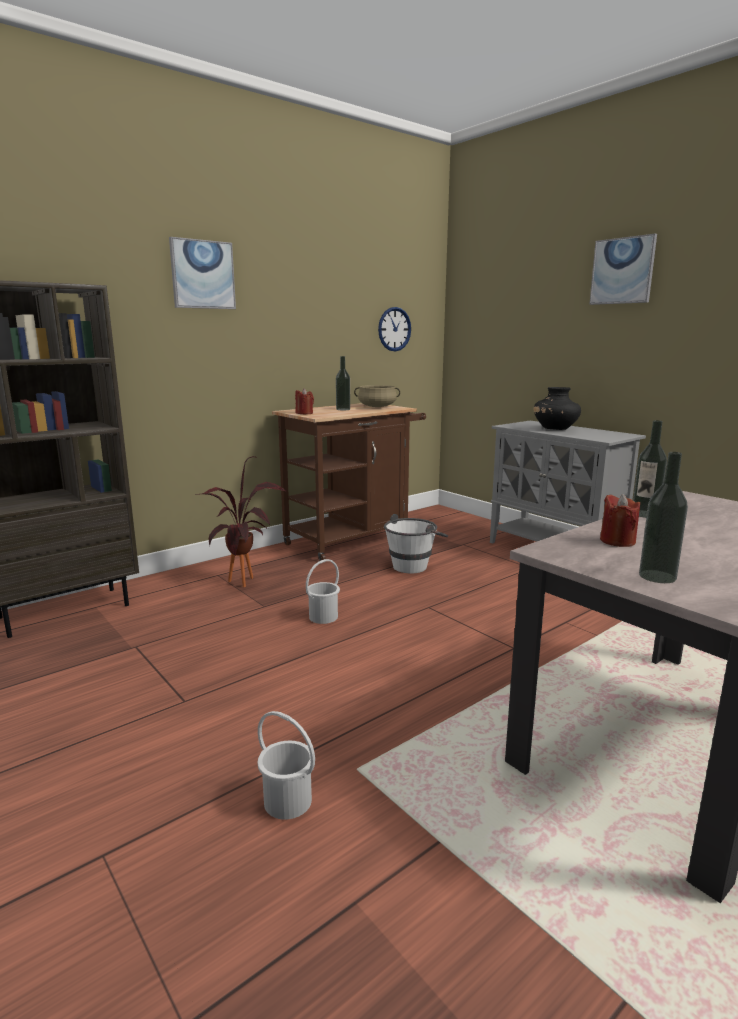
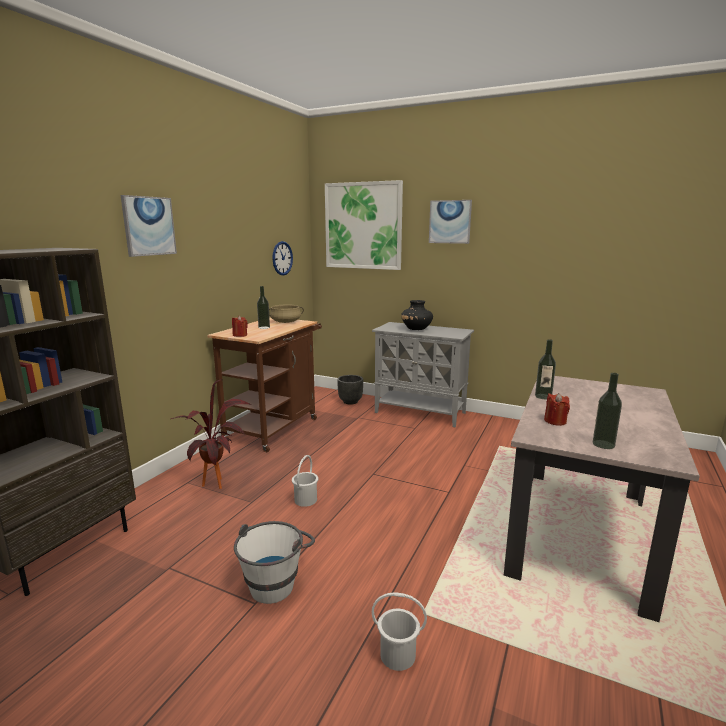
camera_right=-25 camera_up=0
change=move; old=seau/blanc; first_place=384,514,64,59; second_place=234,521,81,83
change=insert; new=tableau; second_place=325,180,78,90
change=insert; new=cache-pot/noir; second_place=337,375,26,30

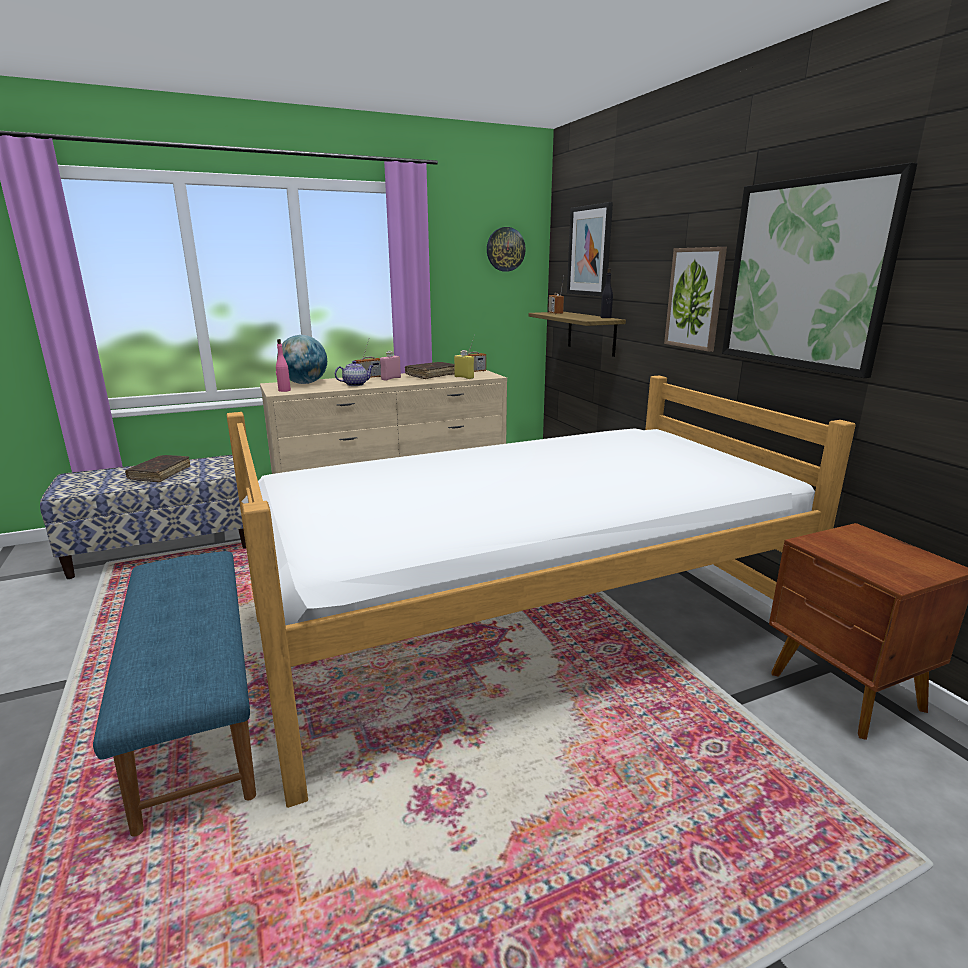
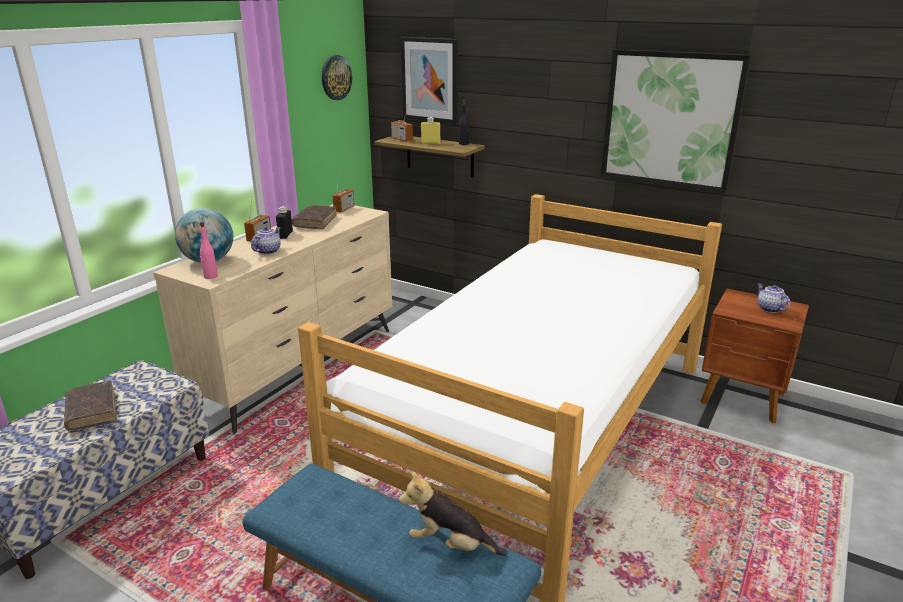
camera_right=-35 camera_up=5
change=recolor; old=bouteille/rose; new=bouteille/noir; first_place=380,351,21,30; second_place=276,206,17,33
change=insert; new=peluche; second_place=399,471,109,85
change=move; old=bouteille/jaune; first_place=454,350,20,29; second_place=421,117,20,27
change=insert; new=théière; second_place=758,283,33,30
change=delete; old=tableau; first_place=664,247,63,105

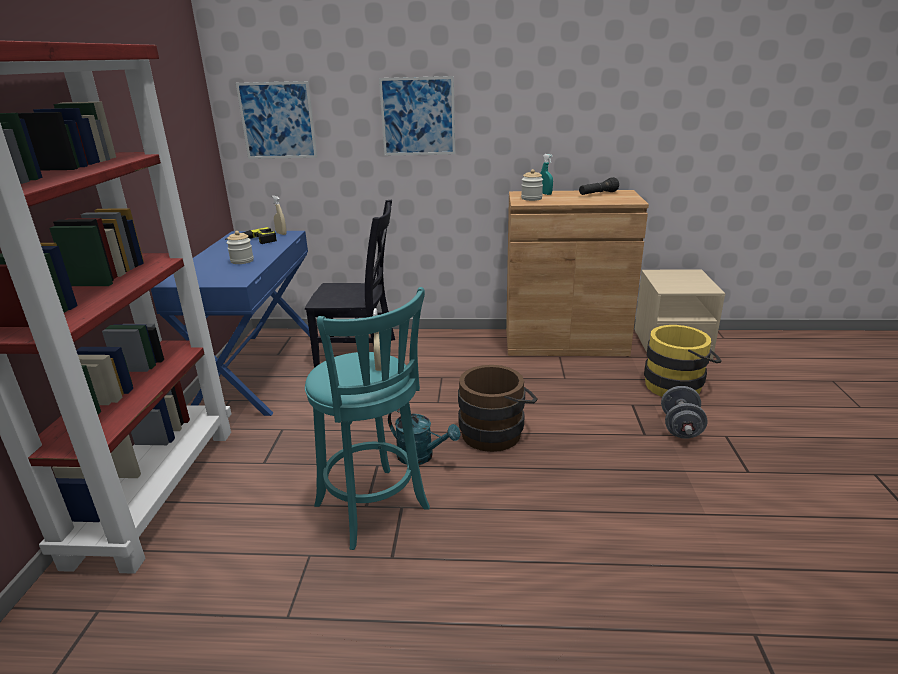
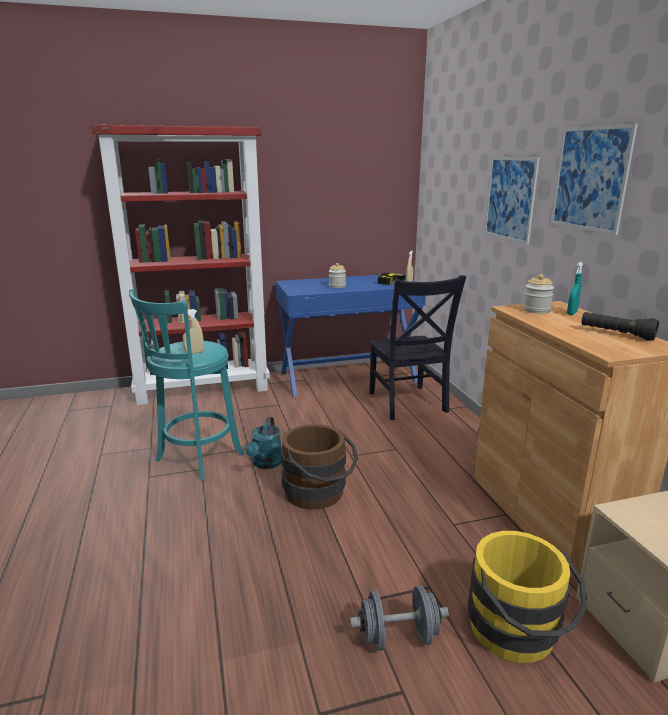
camera_right=70 camera_up=-5
change=move; old=tableau; first_place=236,81,81,78; second_place=551,124,87,111

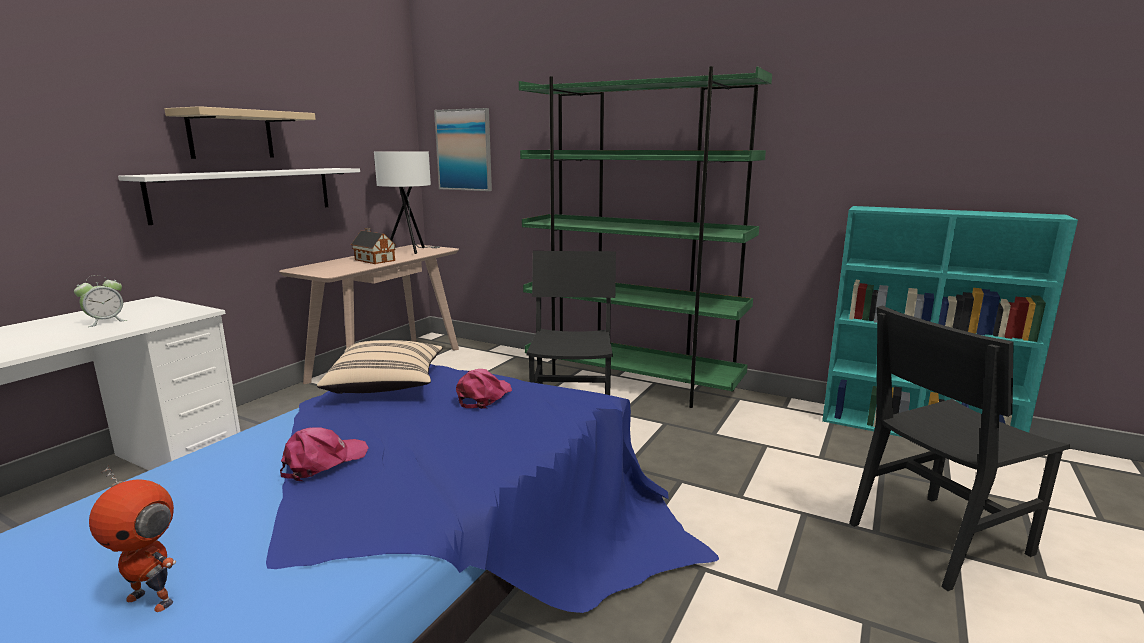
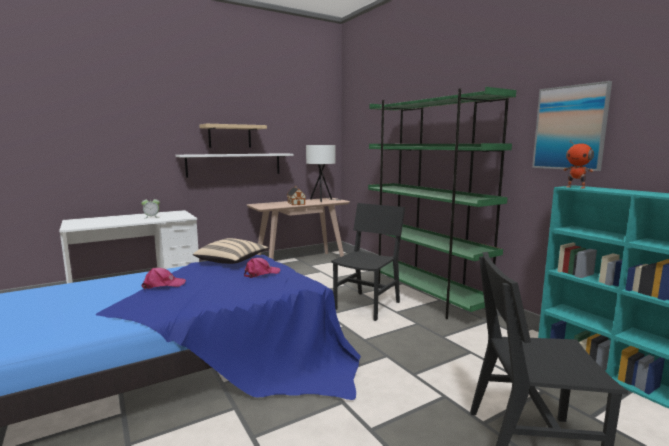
camera_right=30 camera_up=-5
change=move; old=tableau; first_place=434,108,58,83; second_place=532,81,80,90
change=move; old=robot jouet; first_place=89,465,87,147; second_place=563,141,31,48

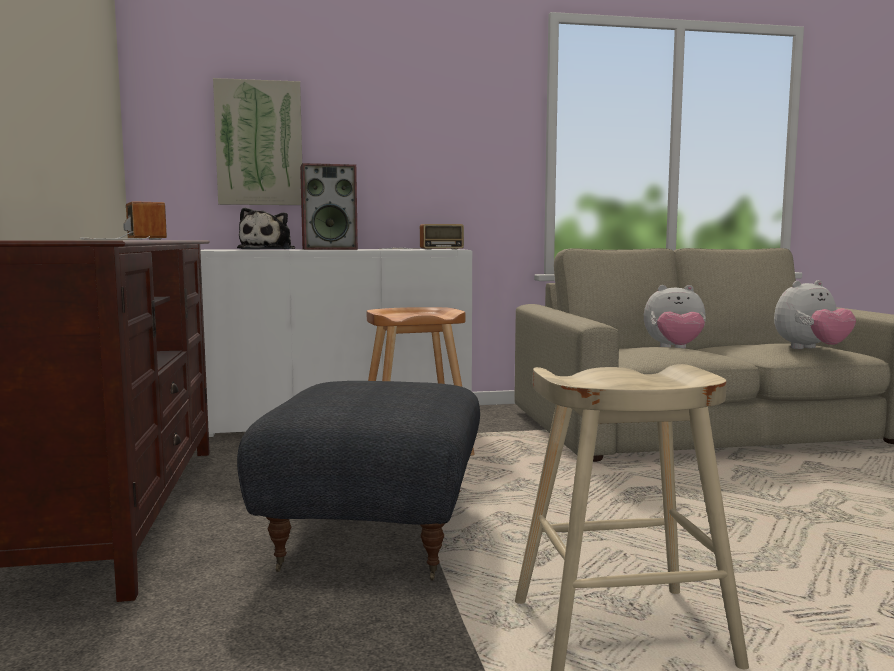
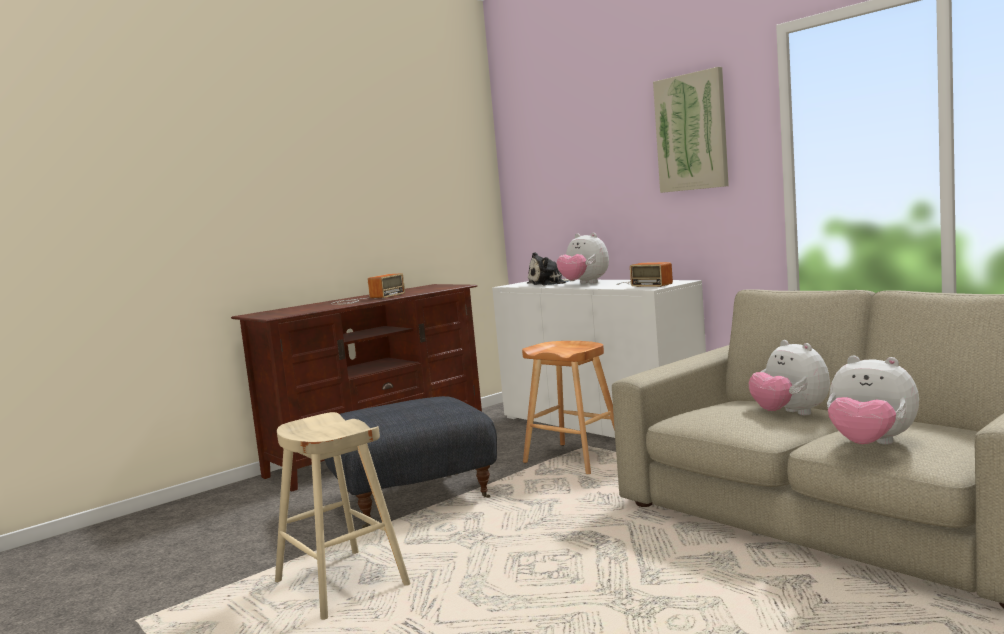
camera_right=60 camera_up=0
change=replace; old=enceinte; new=peluche; first_place=300,163,58,87; second_place=557,233,52,51
change=move; old=tableau; first_place=213,78,89,127; second_place=653,67,76,126

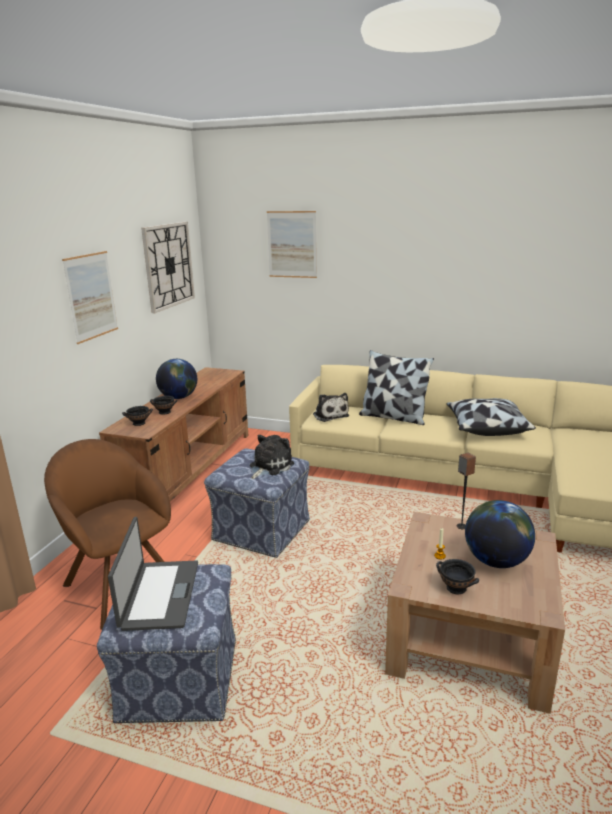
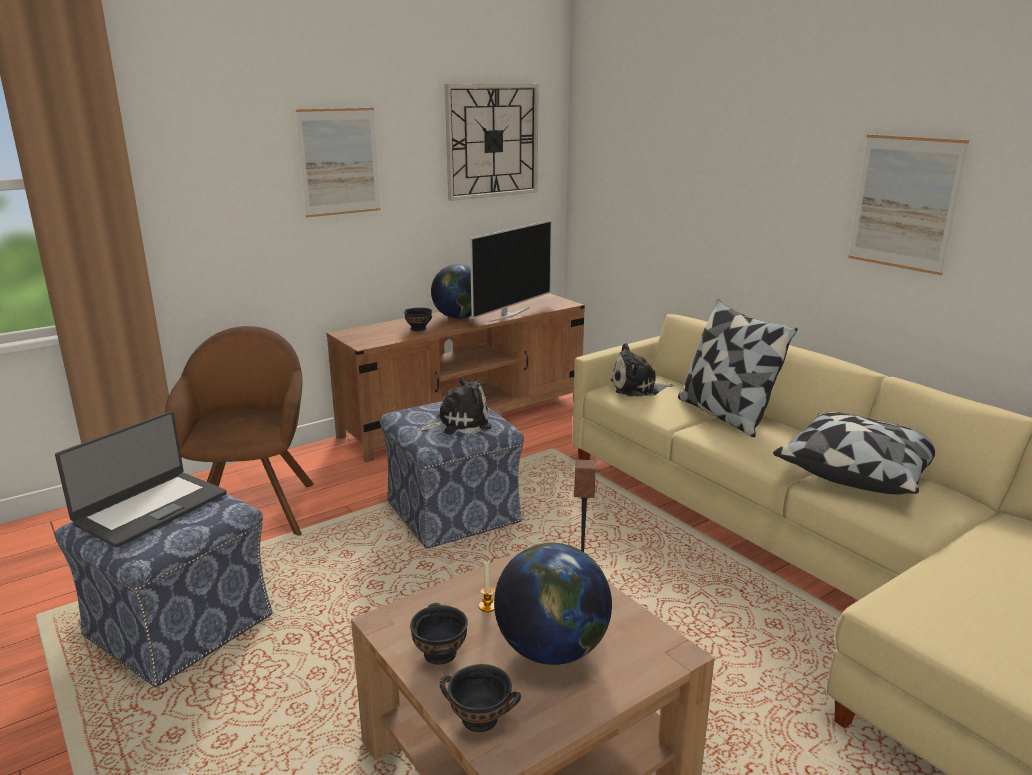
camera_right=35 camera_up=0
change=move; old=bol/noir; first_place=122,406,31,20; second_place=440,664,81,68
change=insert; new=téléviseur; second_place=470,220,82,102
change=rotate; old=peluche; first_place=313,393,36,29; second_place=610,343,63,53; degrees=75
change=move; old=tableau; first_place=267,211,50,67; second_place=848,134,121,141

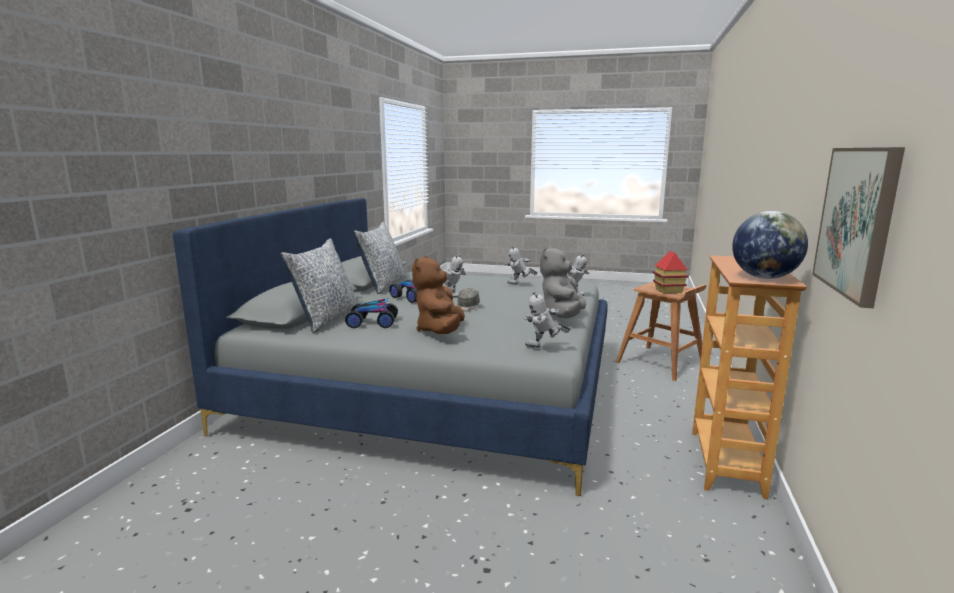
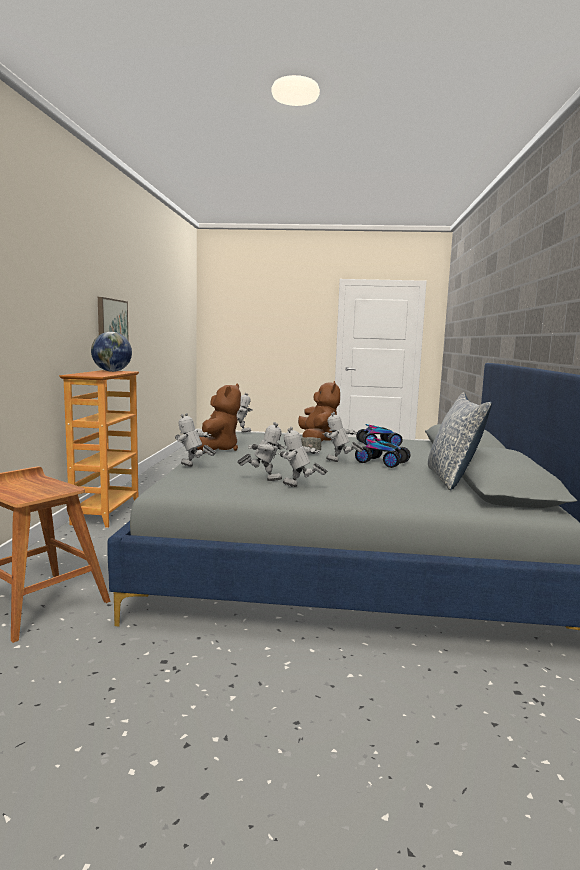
camera_right=170 camera_up=-5
change=recolor; old=peluche/gris; new=peluche/marron; first_place=540,246,46,72; second_place=197,383,44,70
change=insert; new=robot jouet; second_place=278,427,50,60
change=delete; old=coussin; first_place=281,238,77,95
change=delete; old=maison miniature; first_place=653,251,36,43

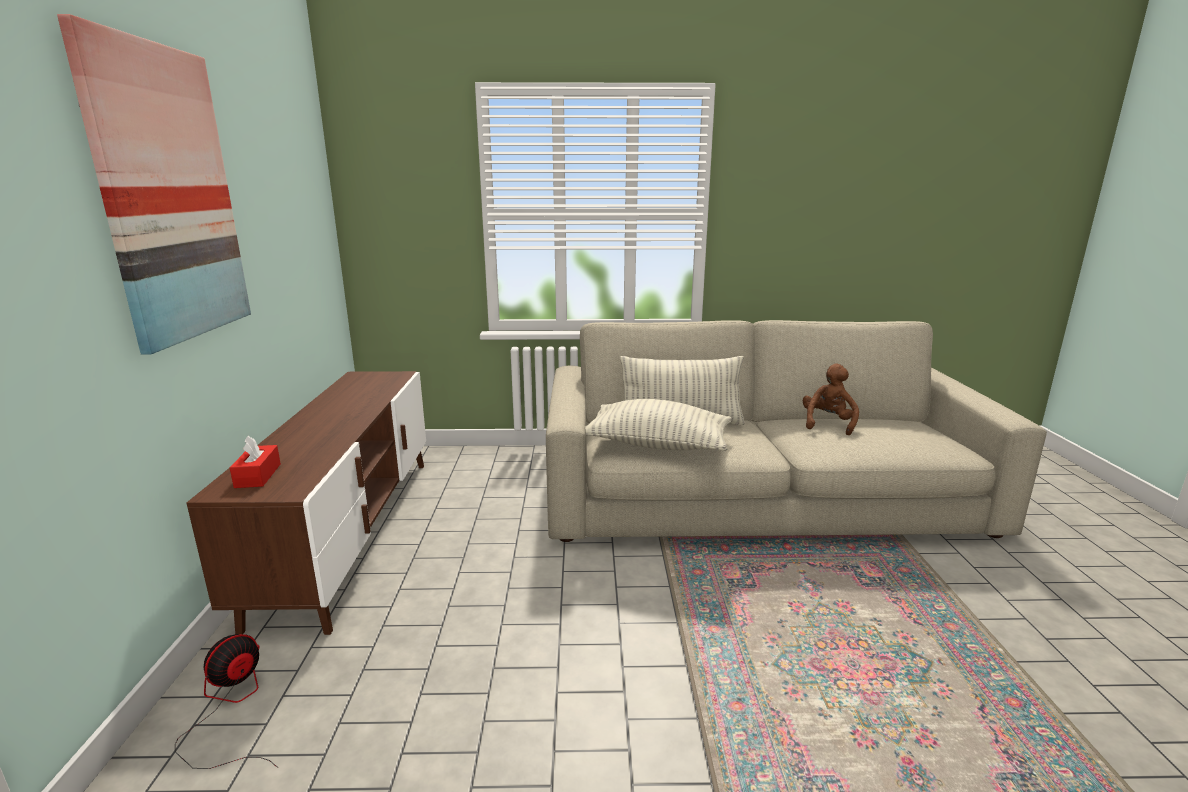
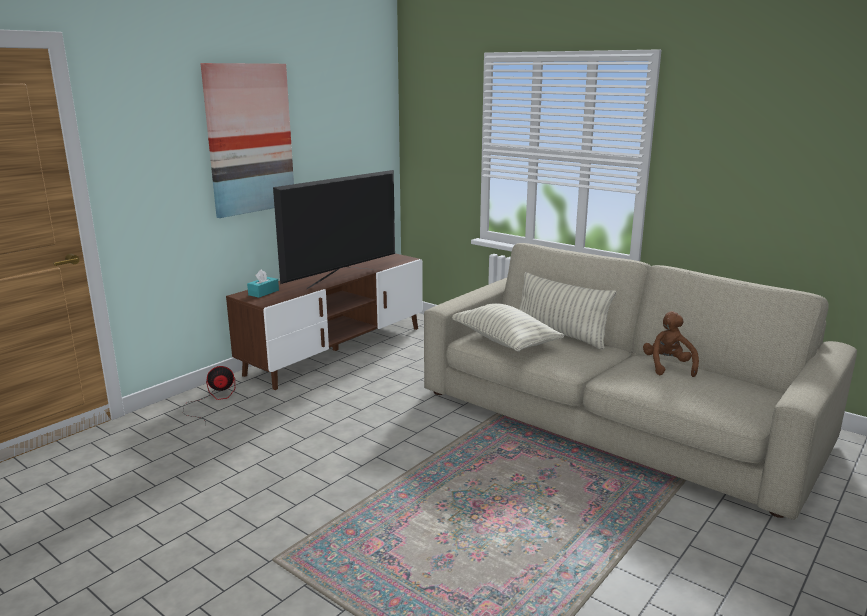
camera_right=40 camera_up=0
change=recolor; old=boîte à mouchoirs/rouge; new=boîte à mouchoirs/turquoise; first_place=230,435,51,53; second_place=247,269,32,29
change=insert; new=téléviseur; second_place=273,170,122,119
change=rotate; old=peluche/marron; first_place=803,363,56,72; second_place=643,311,56,66; degrees=-60

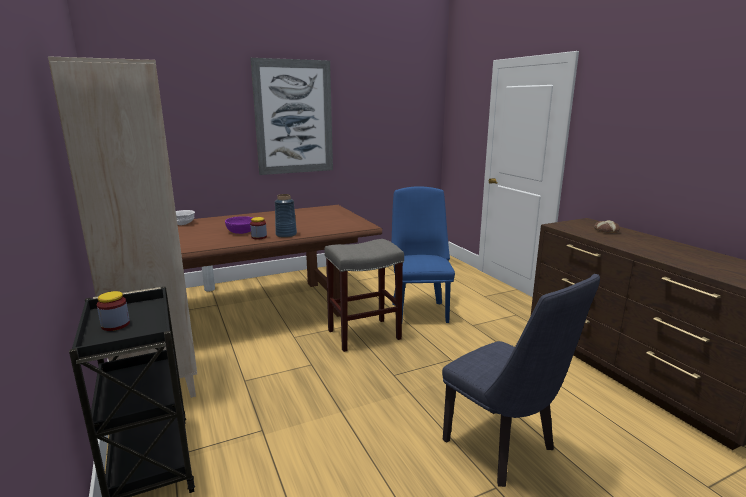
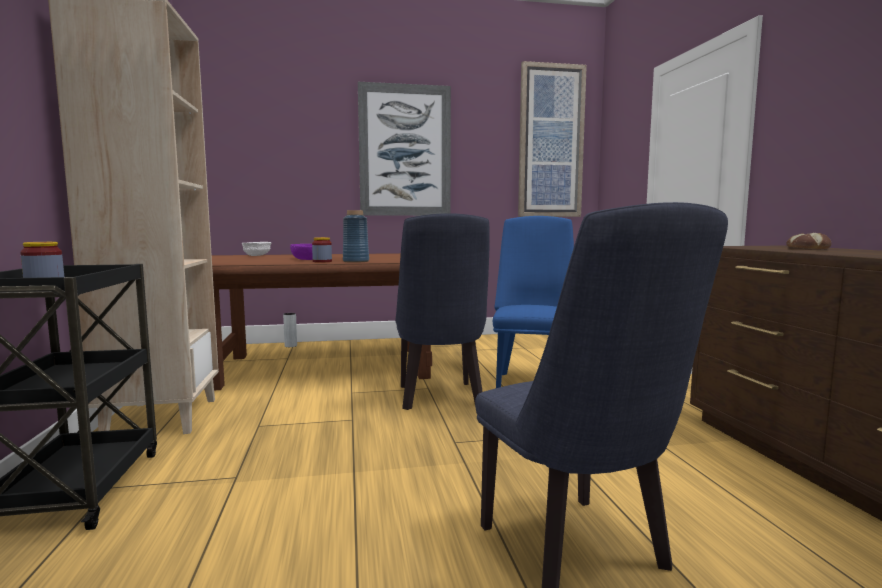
camera_right=15 camera_up=-10
change=replace; old=tabouret/gris; new=chaise/bleu; first_place=324,239,80,113; second_place=395,213,95,197
change=insert; new=tableau; second_place=518,61,69,156

